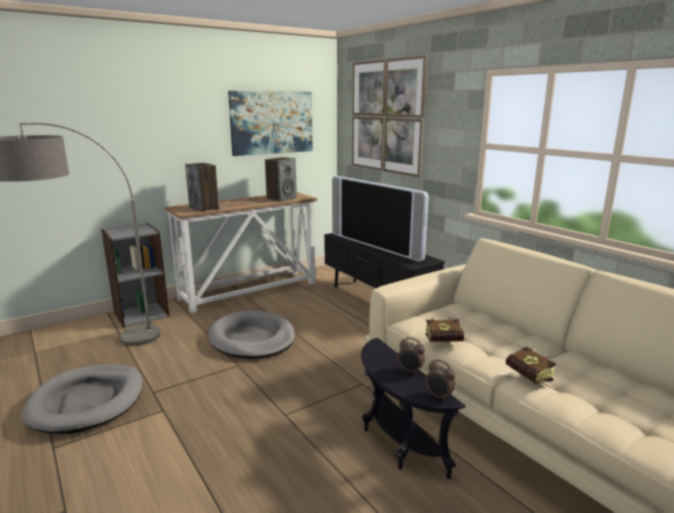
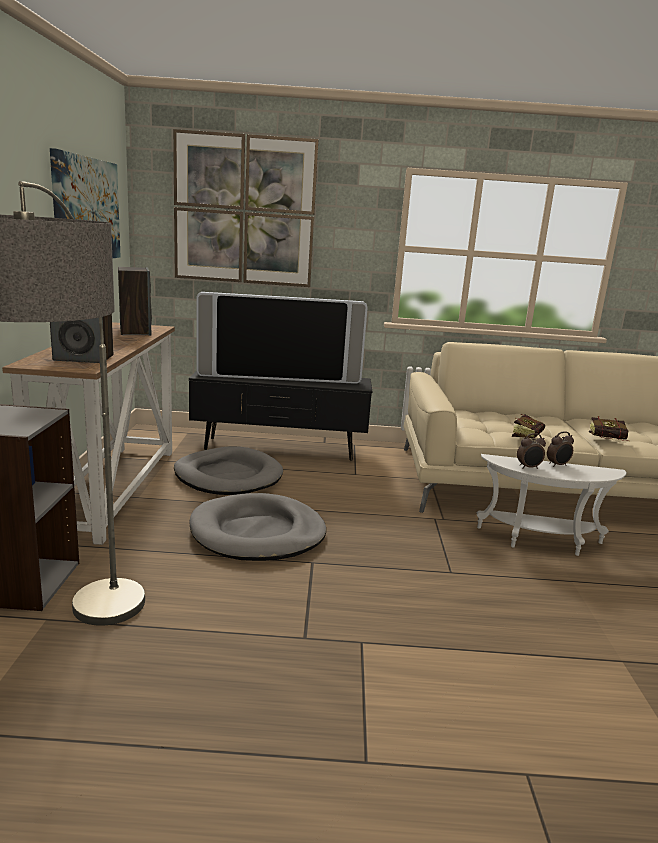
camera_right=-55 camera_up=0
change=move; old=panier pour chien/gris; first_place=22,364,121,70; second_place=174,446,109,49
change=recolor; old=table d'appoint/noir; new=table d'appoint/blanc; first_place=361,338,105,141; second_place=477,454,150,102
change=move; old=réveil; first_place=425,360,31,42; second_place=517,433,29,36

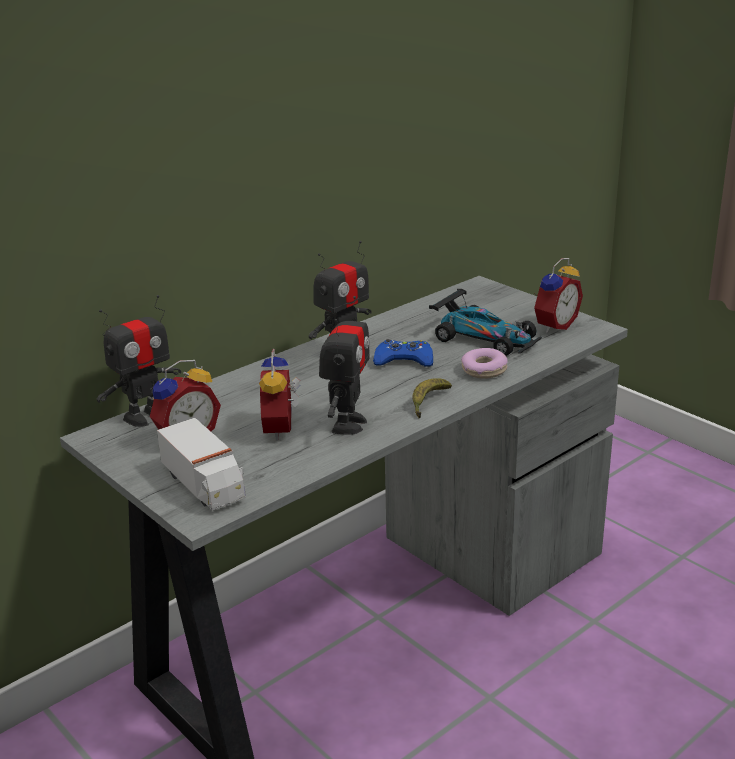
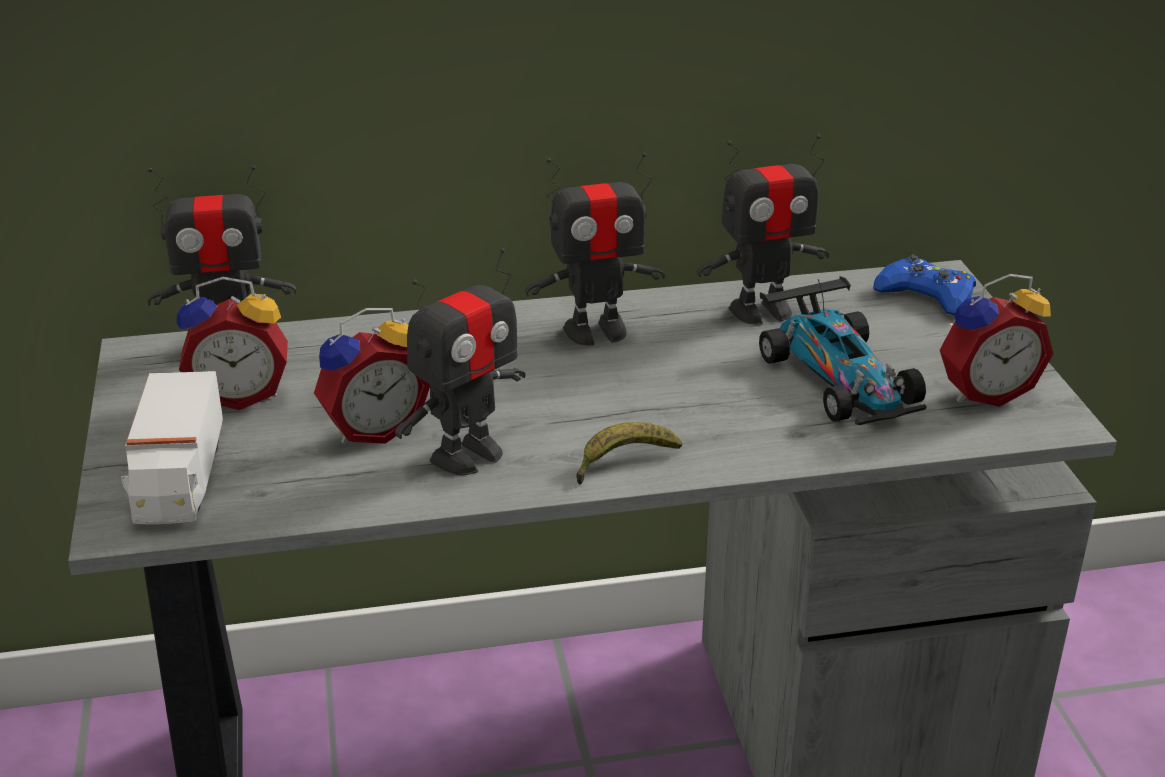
camera_right=30 camera_up=5
change=rotate; old=réveil; first_place=259,348,41,93; second_place=314,308,116,136; degrees=-150
change=insert; new=robot jouet; second_place=697,134,132,191
change=move; old=manette/bleu; first_place=373,339,60,28; second_place=873,255,103,60
change=delete; old=beignet; first_place=461,348,47,31

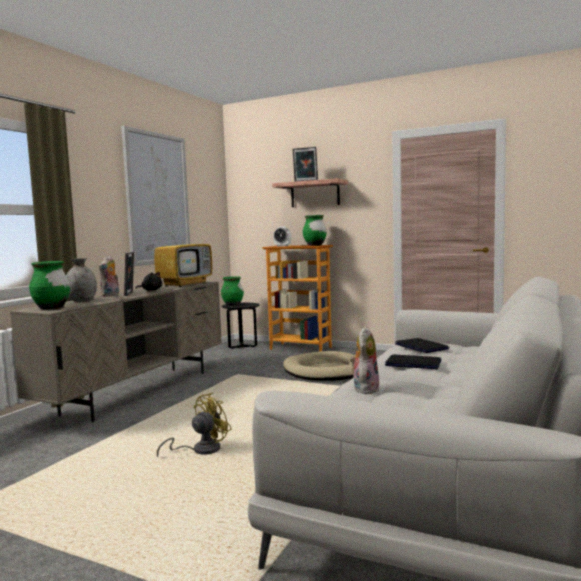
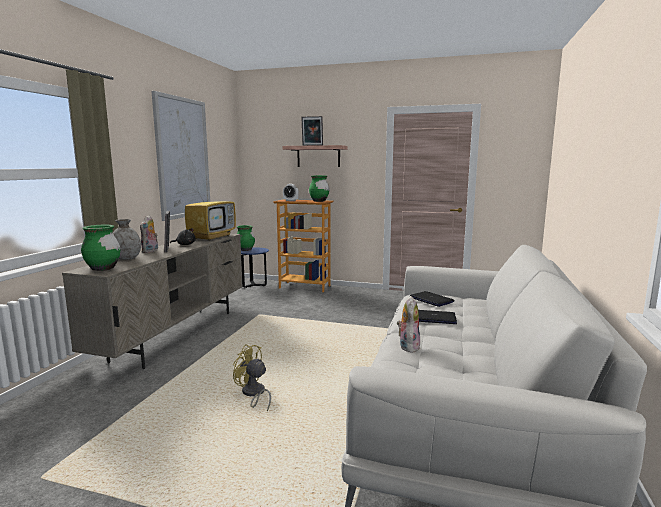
camera_right=-10 camera_up=5
change=rotate; old=ventilateur/jaune; first_place=157,393,75,64; second_place=233,344,38,67; degrees=-90
change=recolor; old=table d'appoint/noir; new=table d'appoint/bleu; first_place=221,303,39,46; second_place=241,247,28,41
change=delete; old=panier pour chien/beige; first_place=283,351,73,30

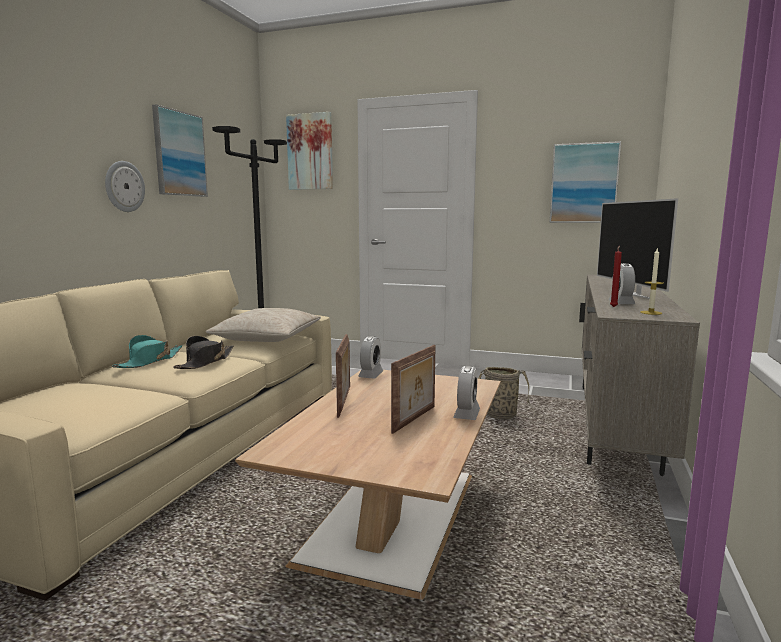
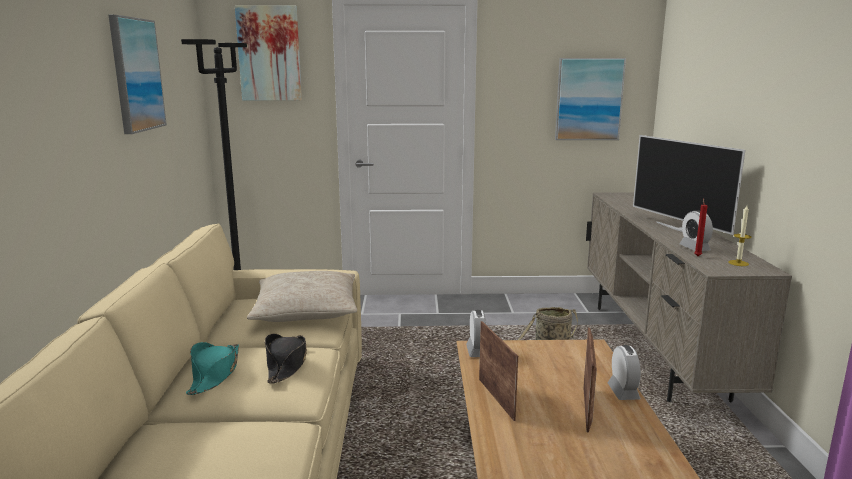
camera_right=-20 camera_up=5
change=delete; old=horloge murale; first_place=105,161,40,51

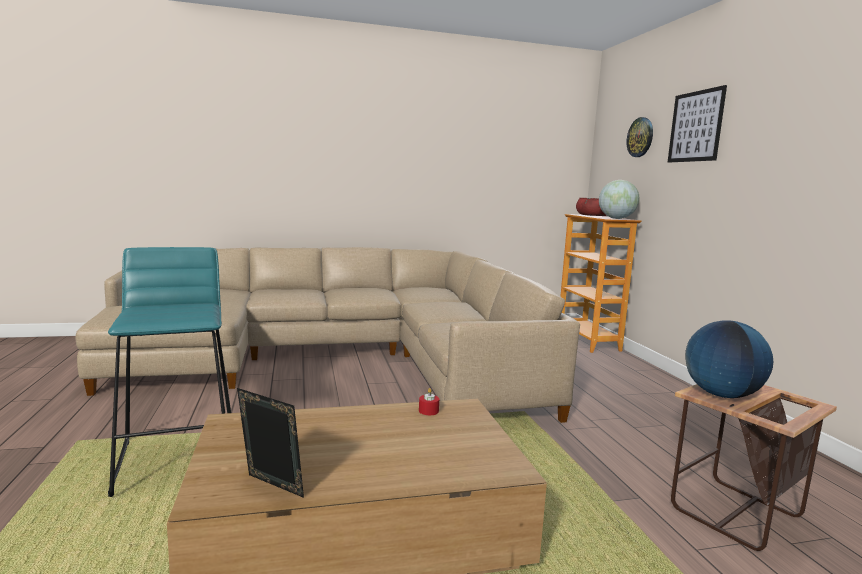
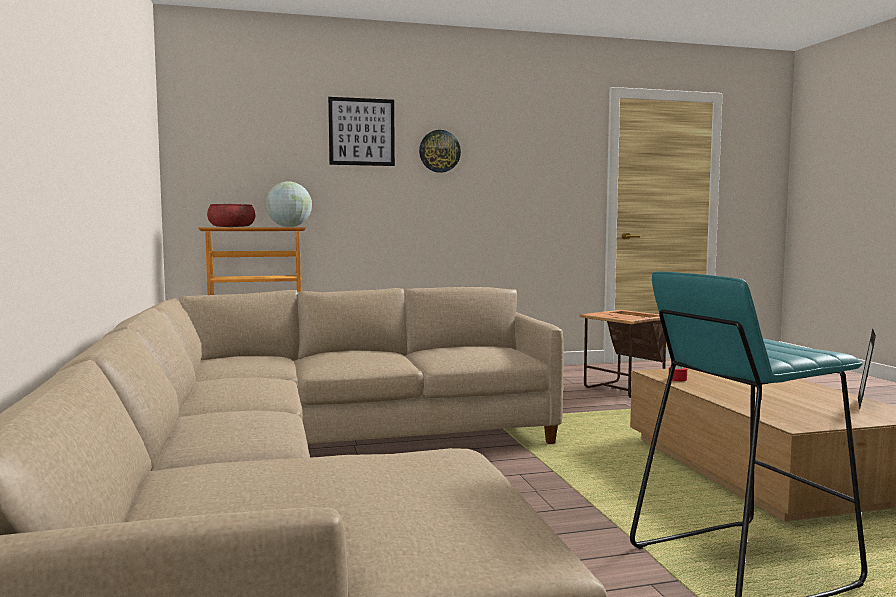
camera_right=-90 camera_up=-5
change=move; old=horloge murale; first_place=626,117,27,40; second_place=419,130,42,43
change=delete; old=globe; first_place=685,320,88,78

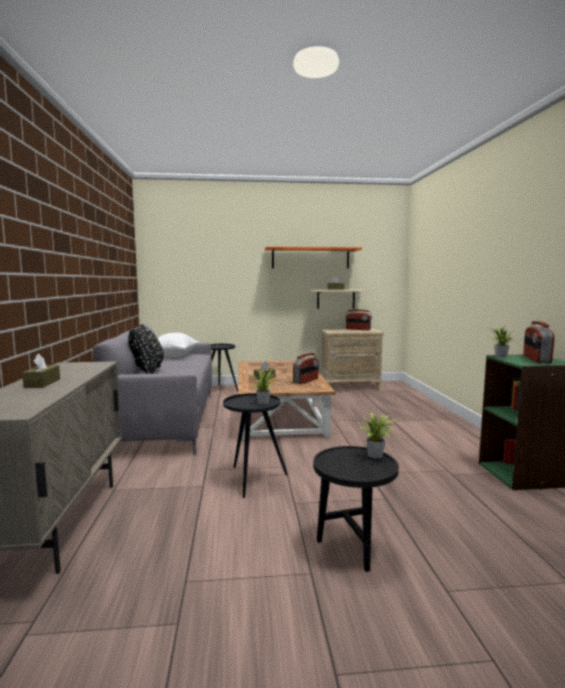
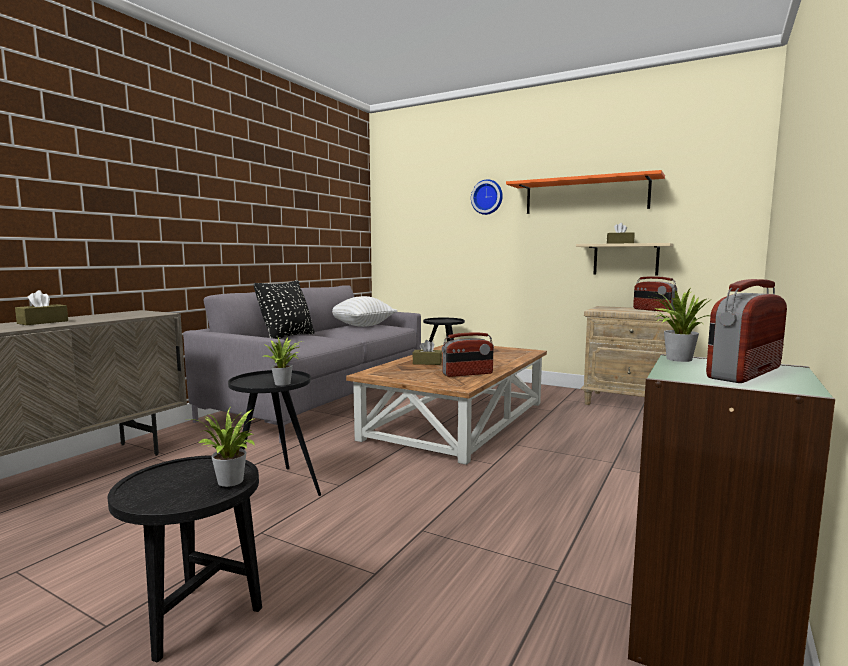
camera_right=35 camera_up=0
change=insert; new=horloge murale; second_place=471,179,32,36

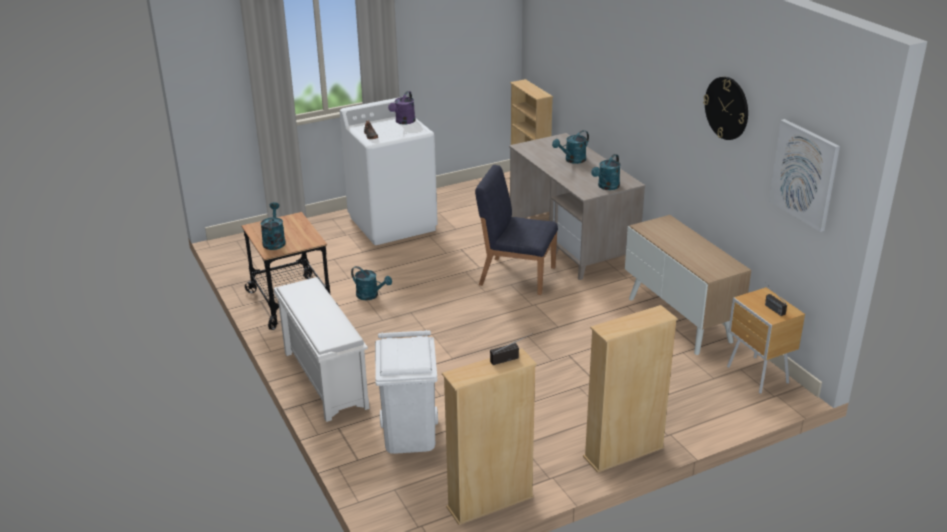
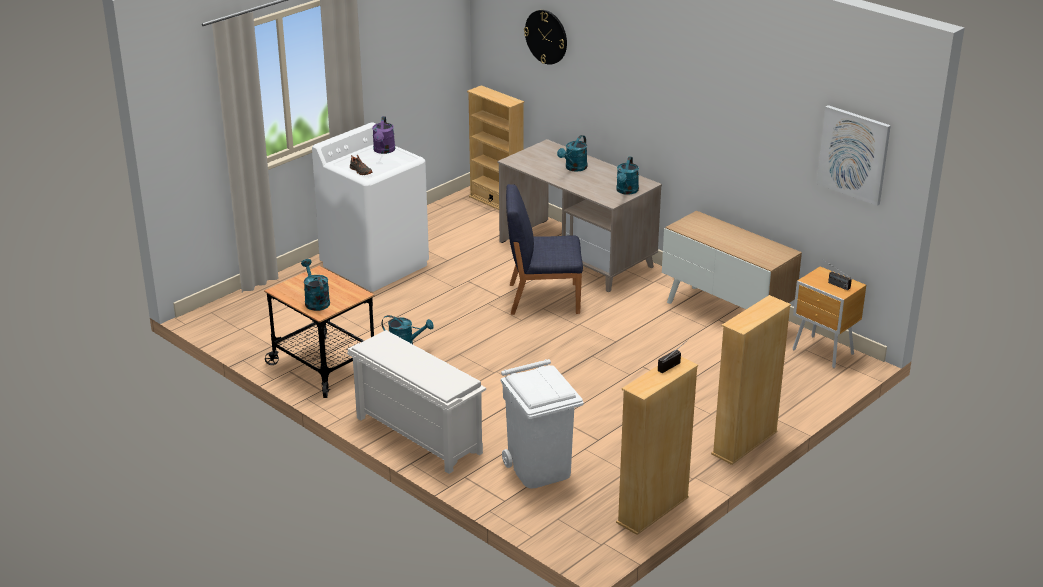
camera_right=-20 camera_up=0
change=move; old=horloge murale; first_place=703,77,45,63; second_place=524,10,43,55

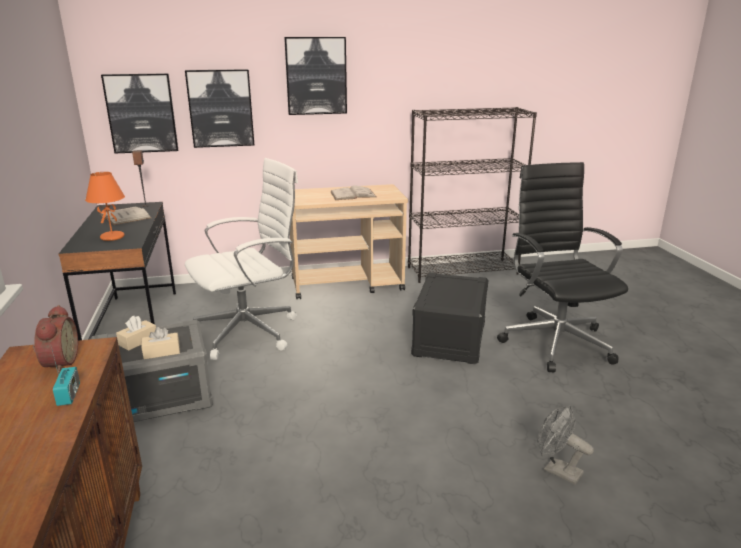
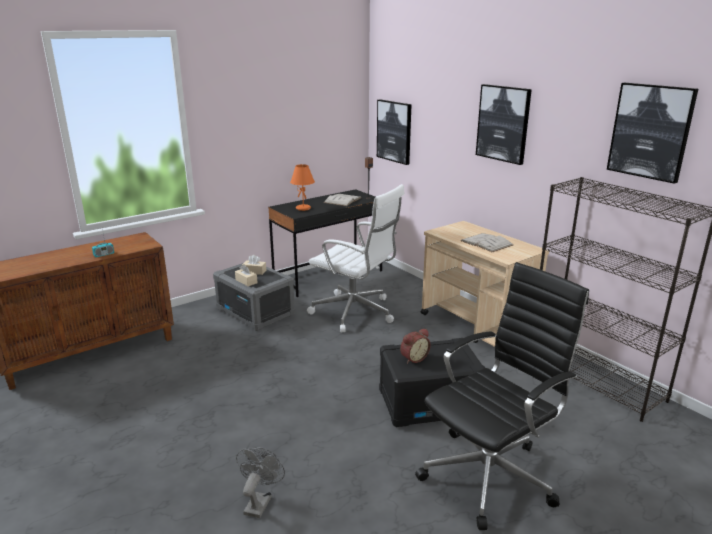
camera_right=65 camera_up=0
change=move; old=réveil; first_place=33,305,45,68; second_place=400,328,31,36
change=move; old=tableau; first_place=185,69,69,79; second_place=607,83,91,101

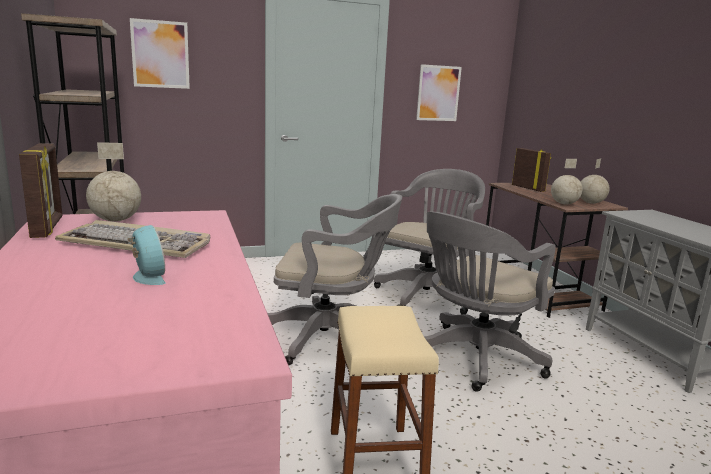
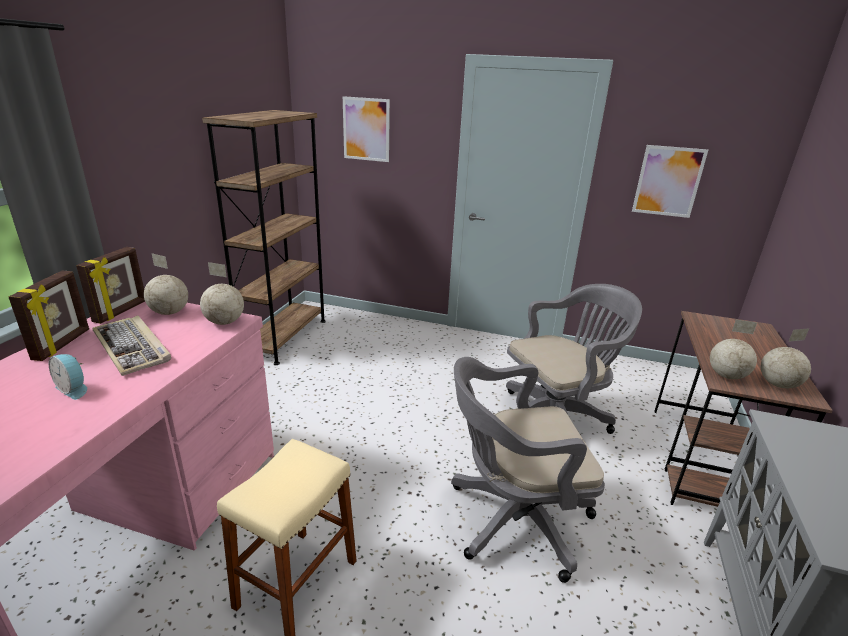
camera_right=35 camera_up=10
change=move; old=cadre photo; first_place=512,148,39,44; second_place=9,271,80,90
change=rotate; old=réveil; first_place=127,225,39,60; second_place=49,354,38,46; degrees=120
change=insert; new=globe; second_place=200,262,44,63
change=delete; old=chaise de bureau/gris; first_place=267,194,135,171

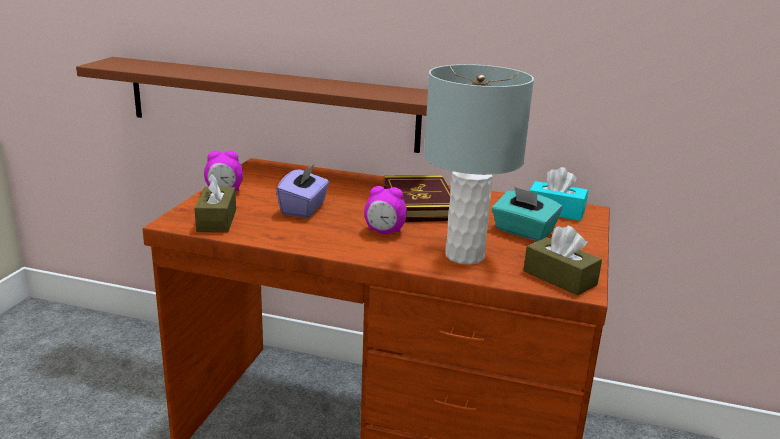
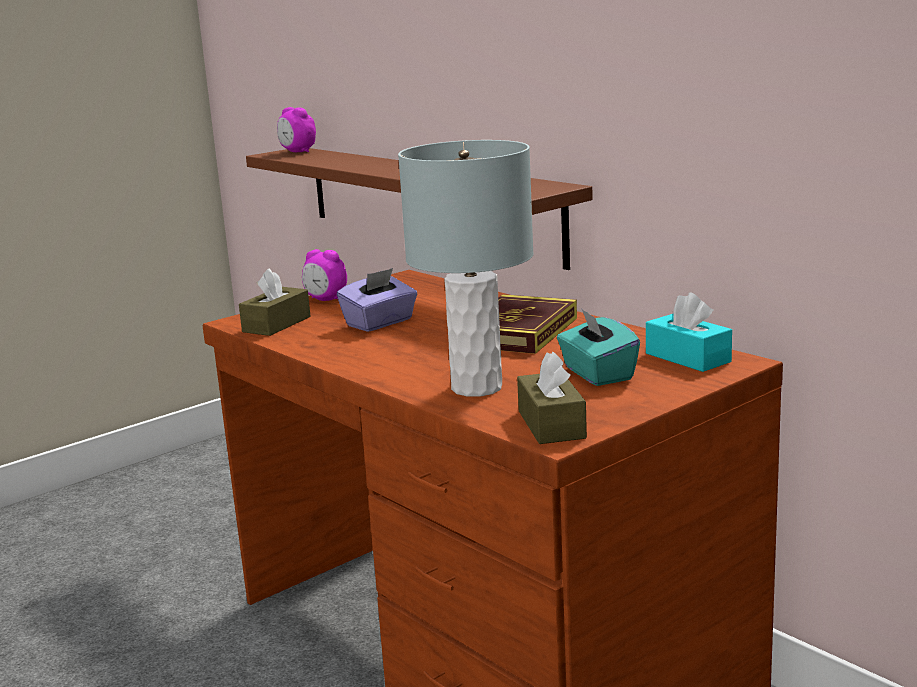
camera_right=35 camera_up=-5
change=move; old=réveil; first_place=364,186,43,48; second_place=277,107,39,45

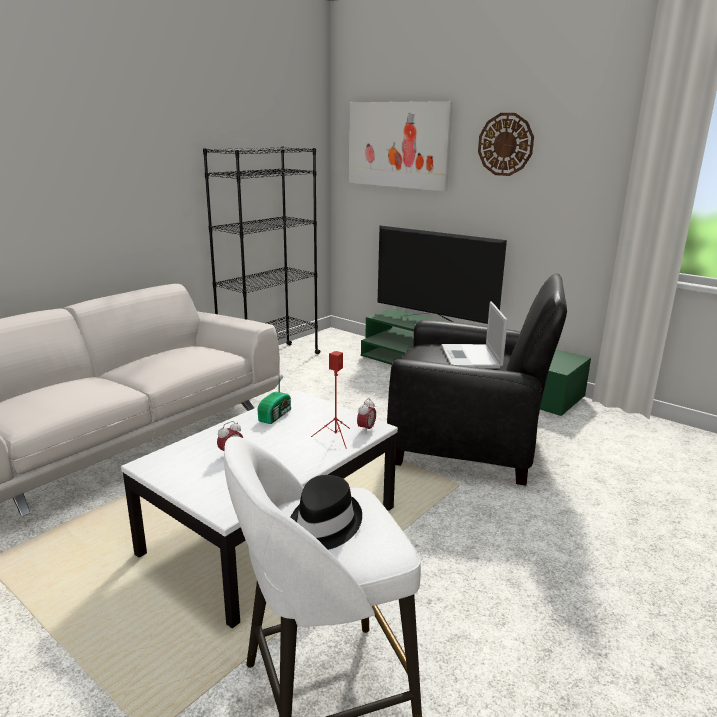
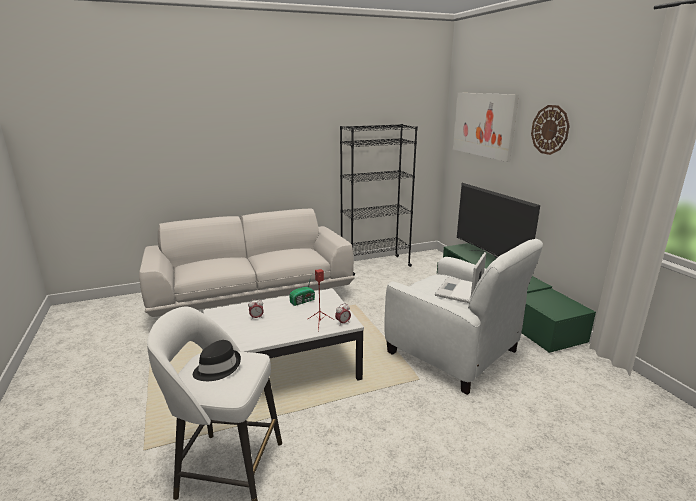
camera_right=30 camera_up=0
change=recolor; old=fauteuil/noir; new=fauteuil/blanc; first_place=387,273,180,213; second_place=384,239,159,156

